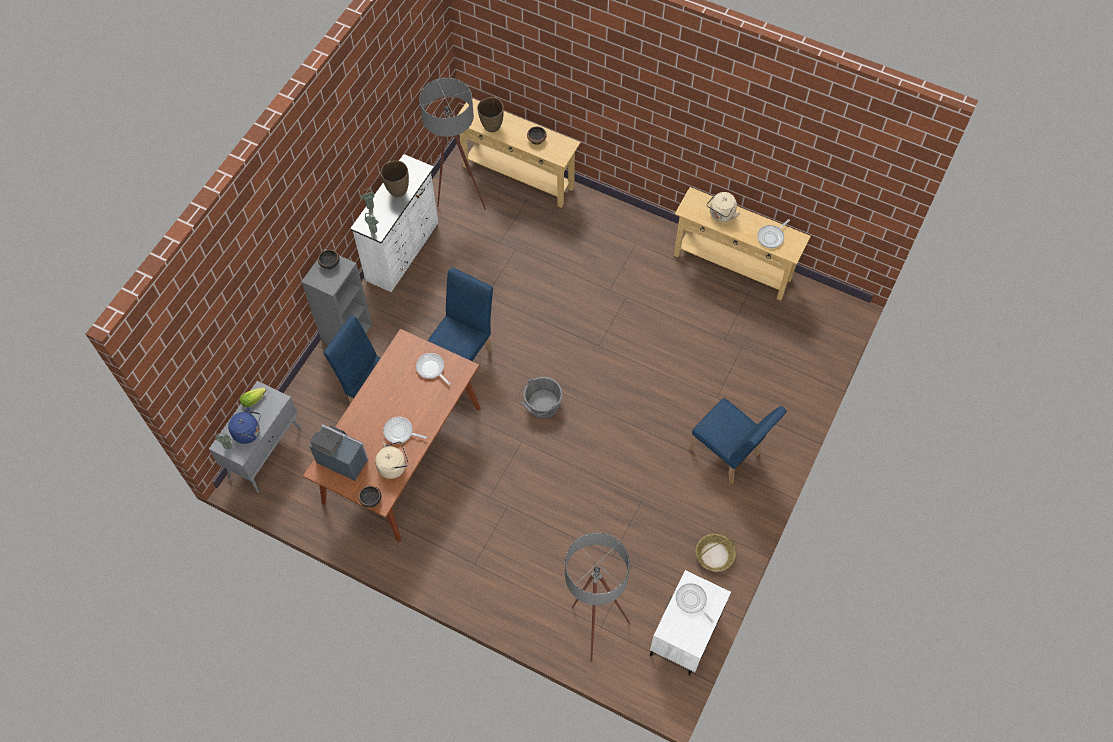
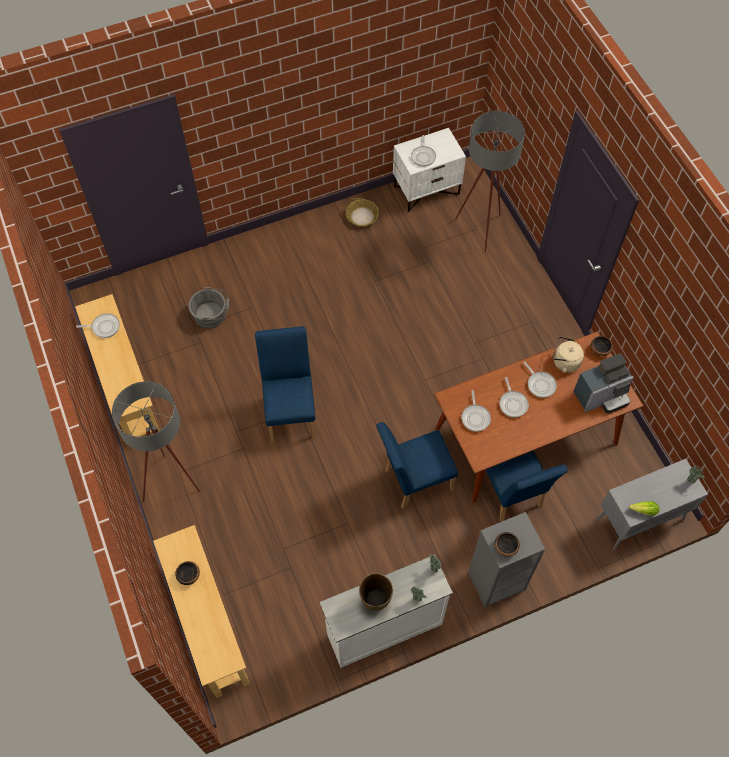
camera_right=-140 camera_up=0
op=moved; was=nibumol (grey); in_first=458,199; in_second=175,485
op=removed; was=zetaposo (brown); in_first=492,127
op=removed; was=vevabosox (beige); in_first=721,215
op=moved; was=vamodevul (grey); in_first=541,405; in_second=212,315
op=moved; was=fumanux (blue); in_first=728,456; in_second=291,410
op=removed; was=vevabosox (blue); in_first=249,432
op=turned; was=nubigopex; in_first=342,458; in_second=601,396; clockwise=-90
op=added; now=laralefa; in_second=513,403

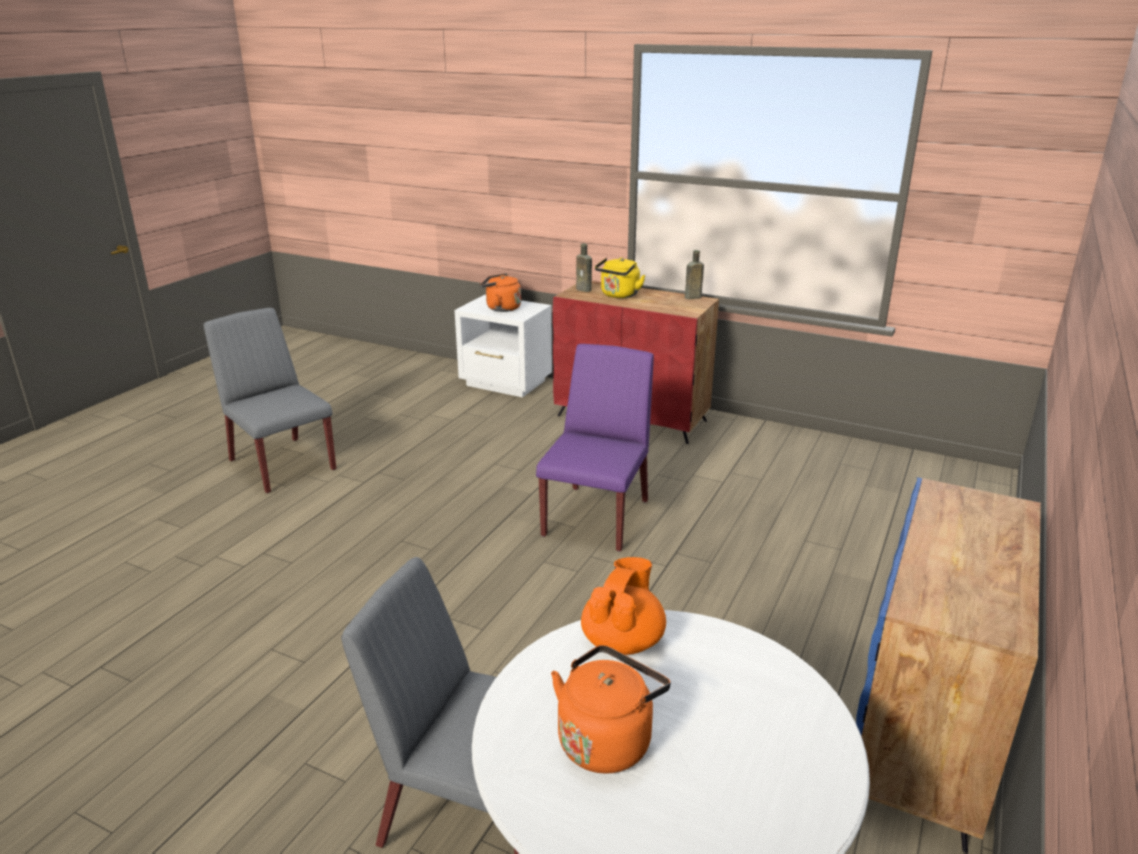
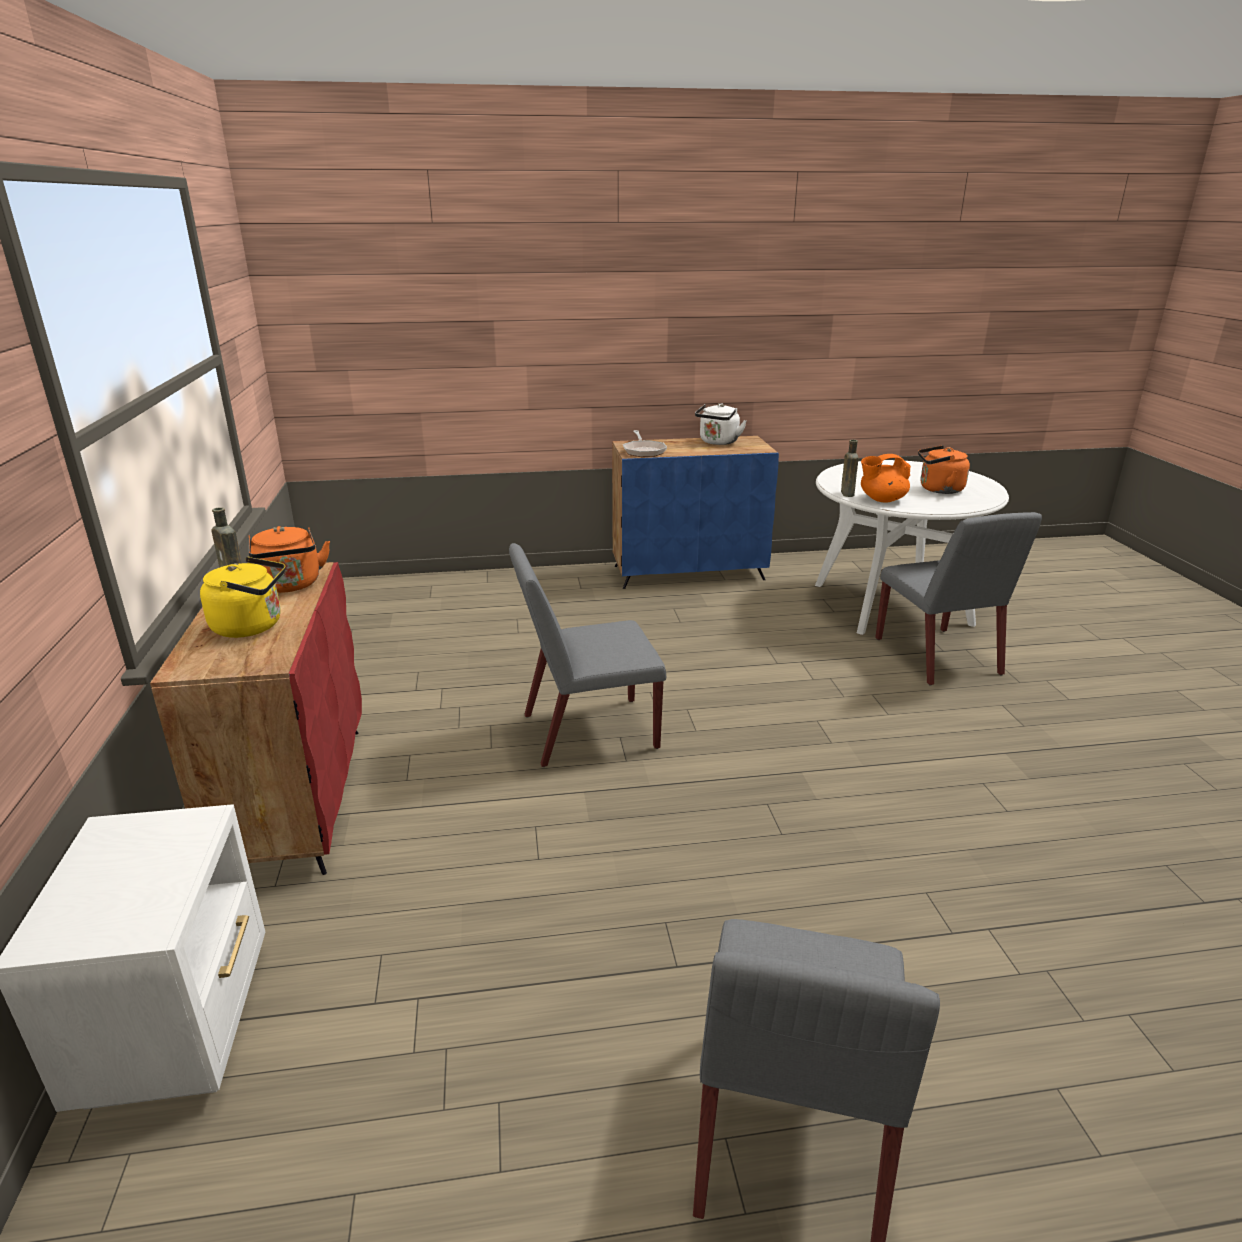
camera_right=-125 camera_up=0
op=moved; was=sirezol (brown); in_first=584,290; in_second=847,493
op=moved; was=vevabosox (orange); in_first=501,308; in_second=290,586
op=recoloured; was=fumanux (purple); now=fumanux (grey); in_first=596,517; in_second=588,732
op=added; now=vevabosox (white); in_second=718,442
op=added; now=laralefa; in_second=643,451

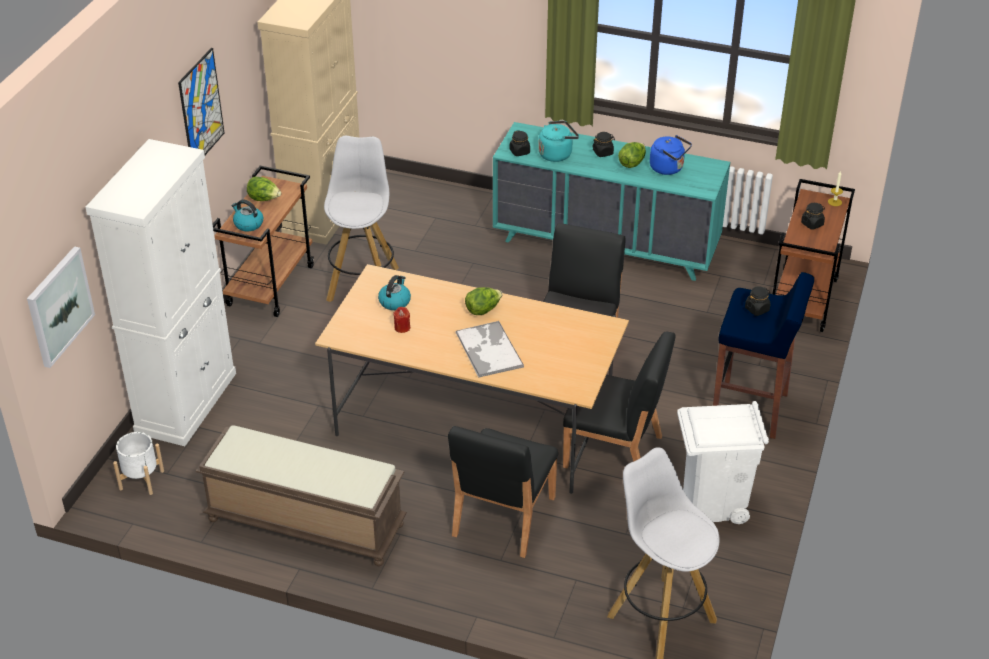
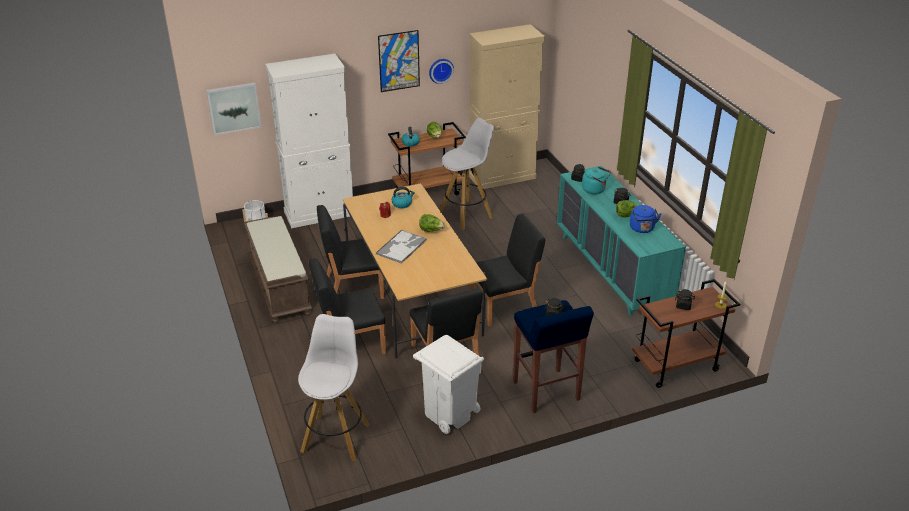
camera_right=50 camera_up=-5
op=added; now=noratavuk; in_second=440,70
op=added; now=fumanux (black); in_second=353,288

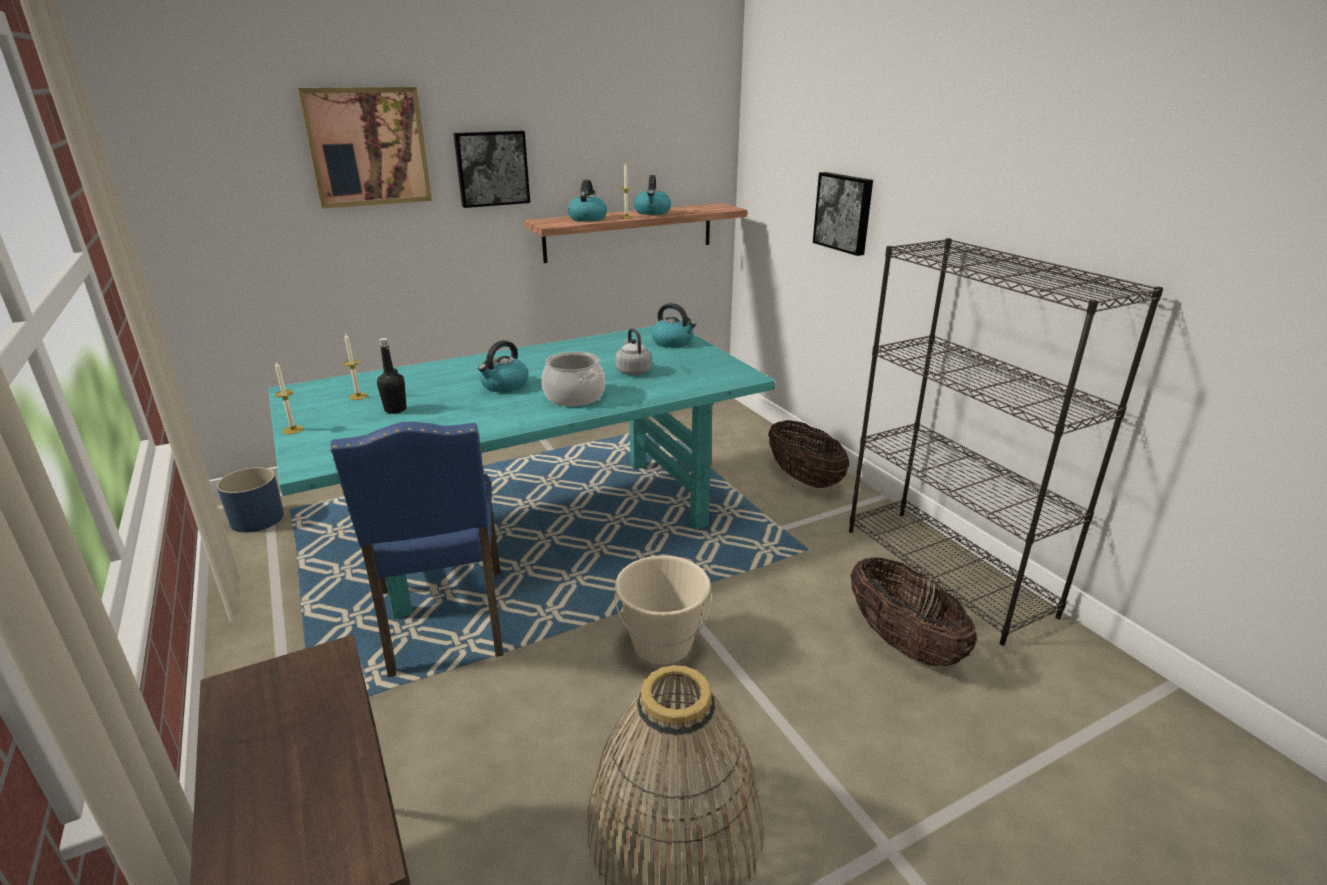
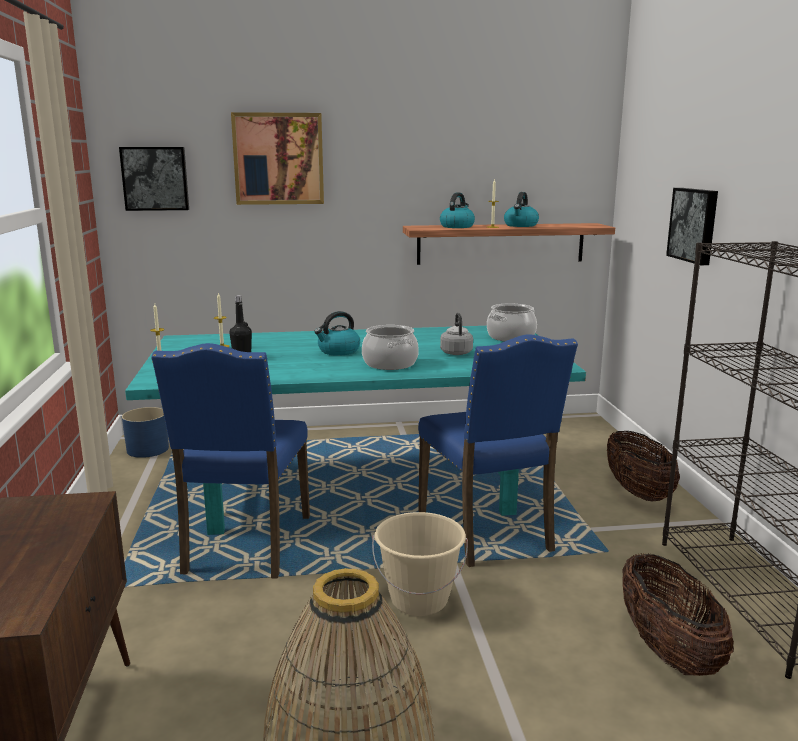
camera_right=20 camera_up=-10
op=moved; was=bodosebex; in_first=492,168; in_second=155,178
op=replaced; was=vevabosox; now=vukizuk; in_first=673,342; in_second=510,337
op=added; now=fumanux (blue); in_second=488,531

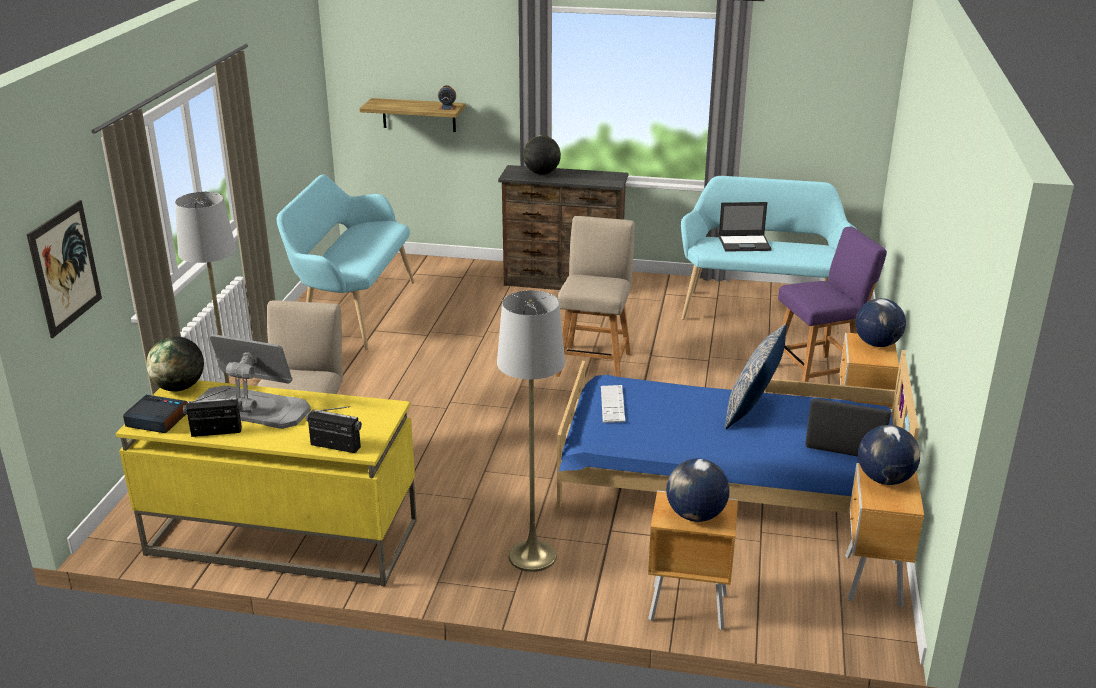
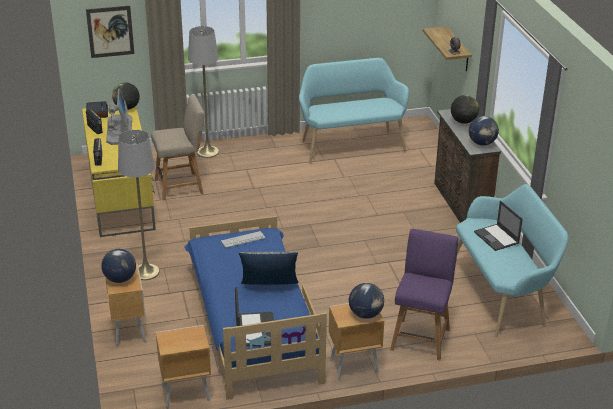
camera_right=65 camera_up=5
op=removed; was=fumanux (beige); in_first=594,362
op=turned; was=fumanux (purple); in_first=818,375; in_second=421,337; clockwise=-120
op=moved; was=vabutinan; in_first=885,479; in_second=482,143

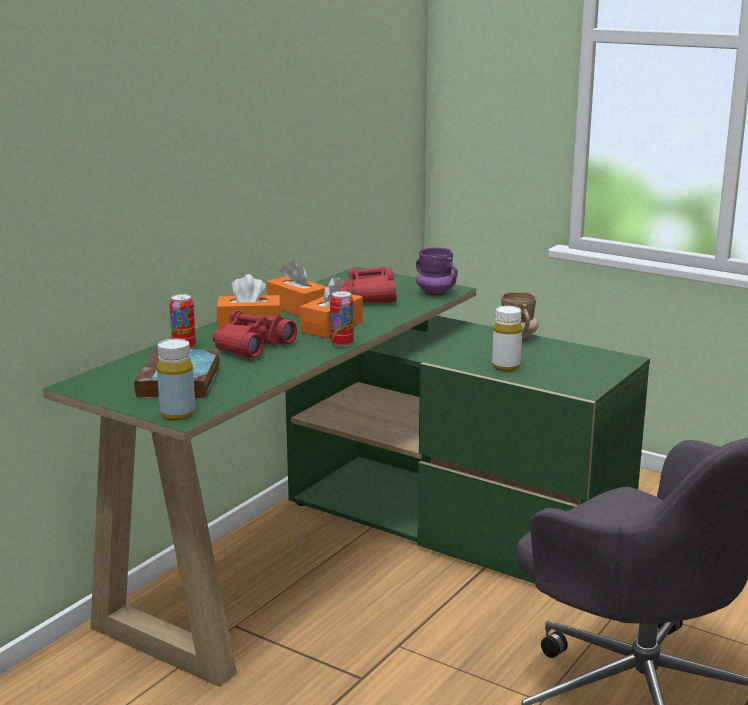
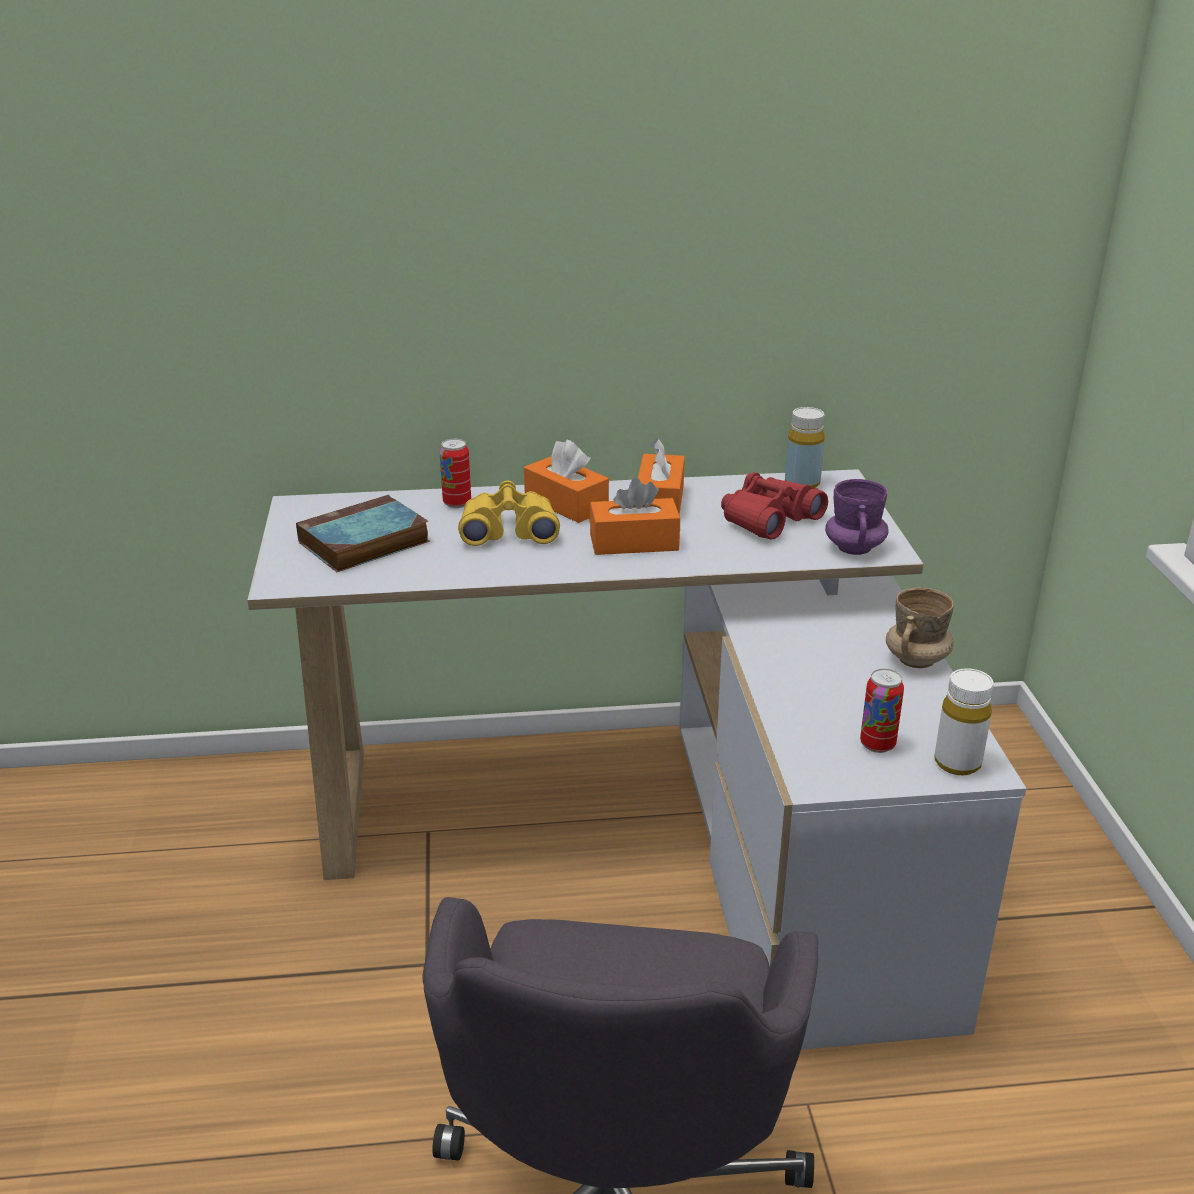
camera_right=50 camera_up=10
op=recoloured; was=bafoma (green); now=bafoma (white); in_first=360,553; in_second=649,833
op=moved; was=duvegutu; in_first=342,344; in_second=877,744
op=moved; was=sirezol (white); in_first=506,367; in_second=957,763
op=recoloured; was=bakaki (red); now=bakaki (yellow); in_first=251,346; in_second=509,531
op=moved; was=sirezol (yellow); in_first=178,414; in_second=802,483

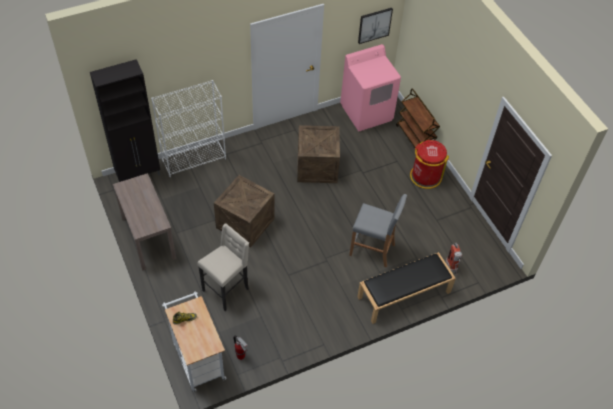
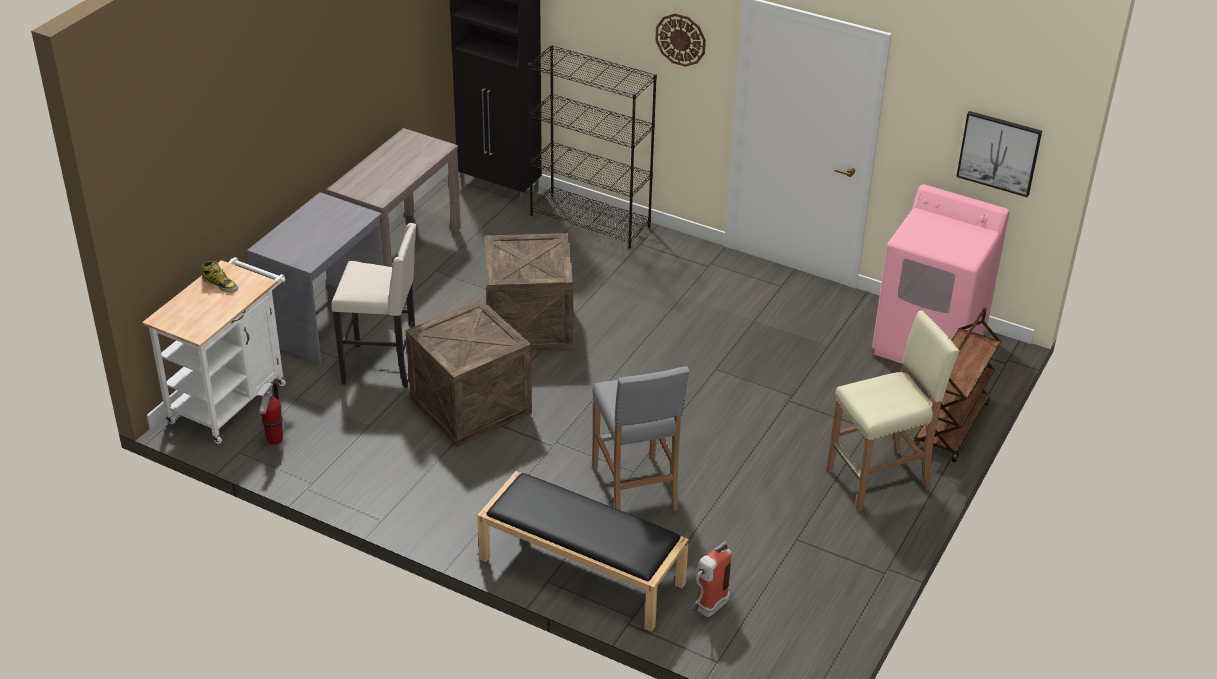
camera_right=55 camera_up=-15
op=recoloured; was=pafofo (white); now=pafofo (black); in_first=194,159; in_second=591,221
op=moved; was=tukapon; in_first=316,166; in_second=471,404
op=replaced; was=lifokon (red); now=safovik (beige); in_first=425,176; in_second=880,479
op=added; now=noratavuk; in_second=680,39
op=added; now=bafoma (grey); in_second=325,322

